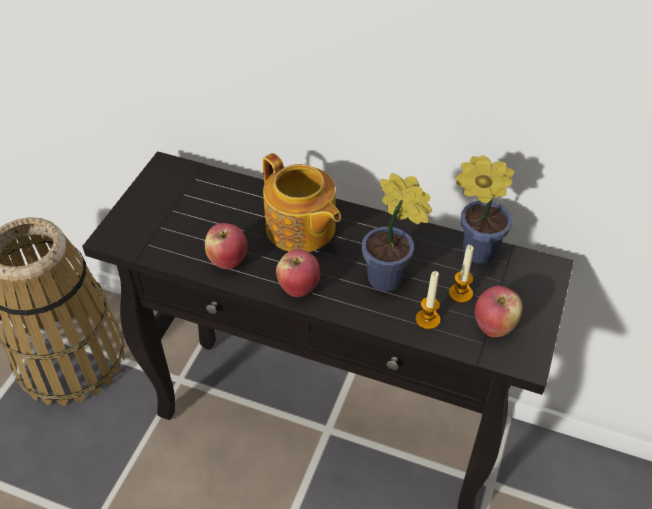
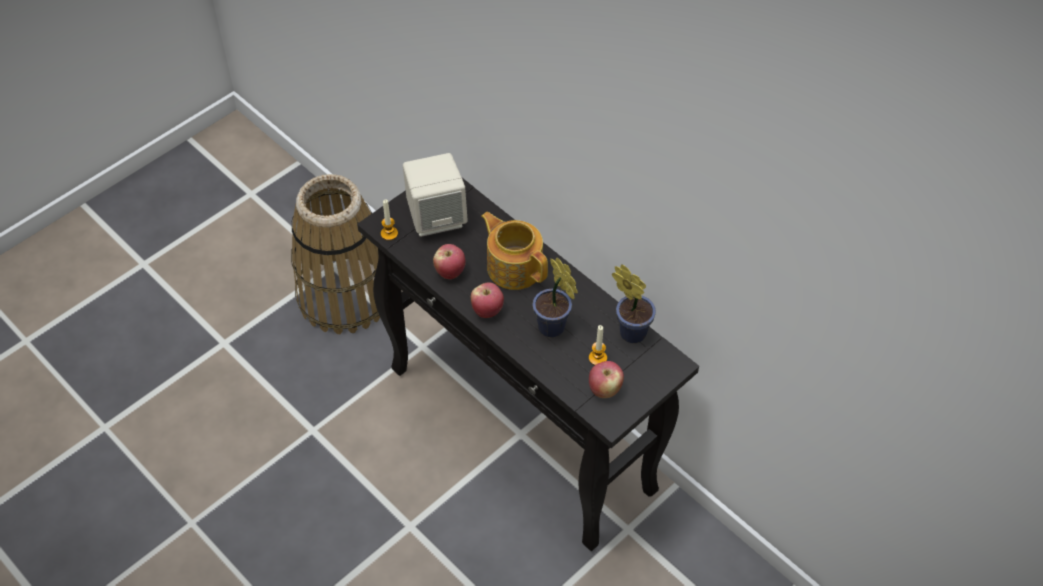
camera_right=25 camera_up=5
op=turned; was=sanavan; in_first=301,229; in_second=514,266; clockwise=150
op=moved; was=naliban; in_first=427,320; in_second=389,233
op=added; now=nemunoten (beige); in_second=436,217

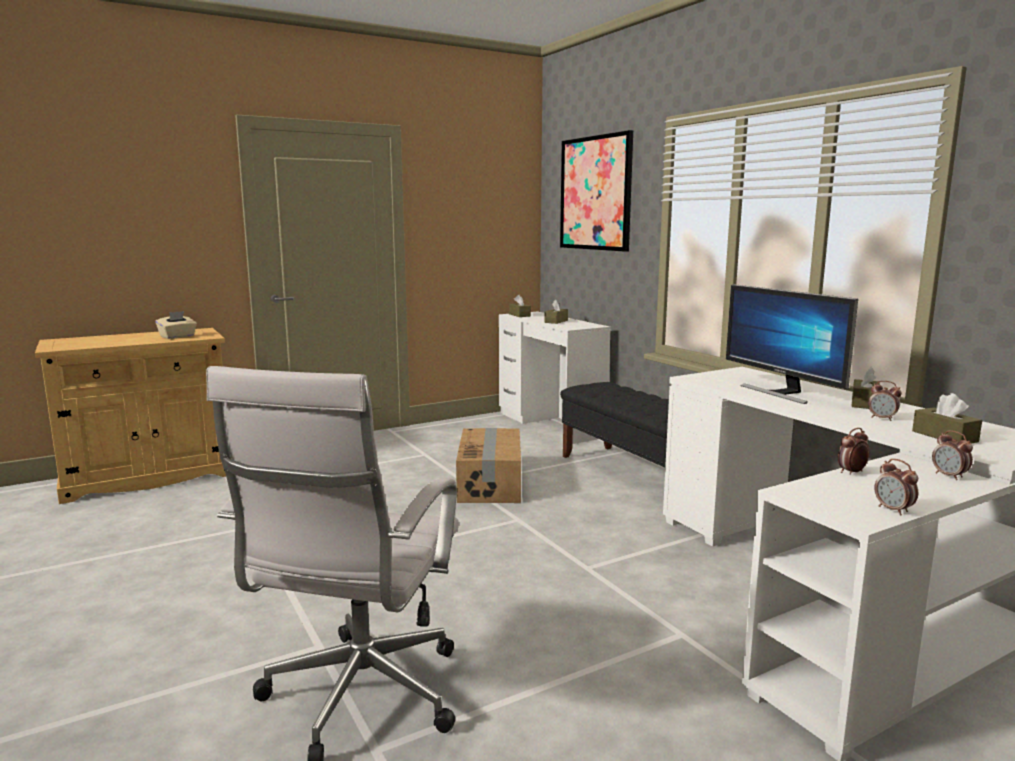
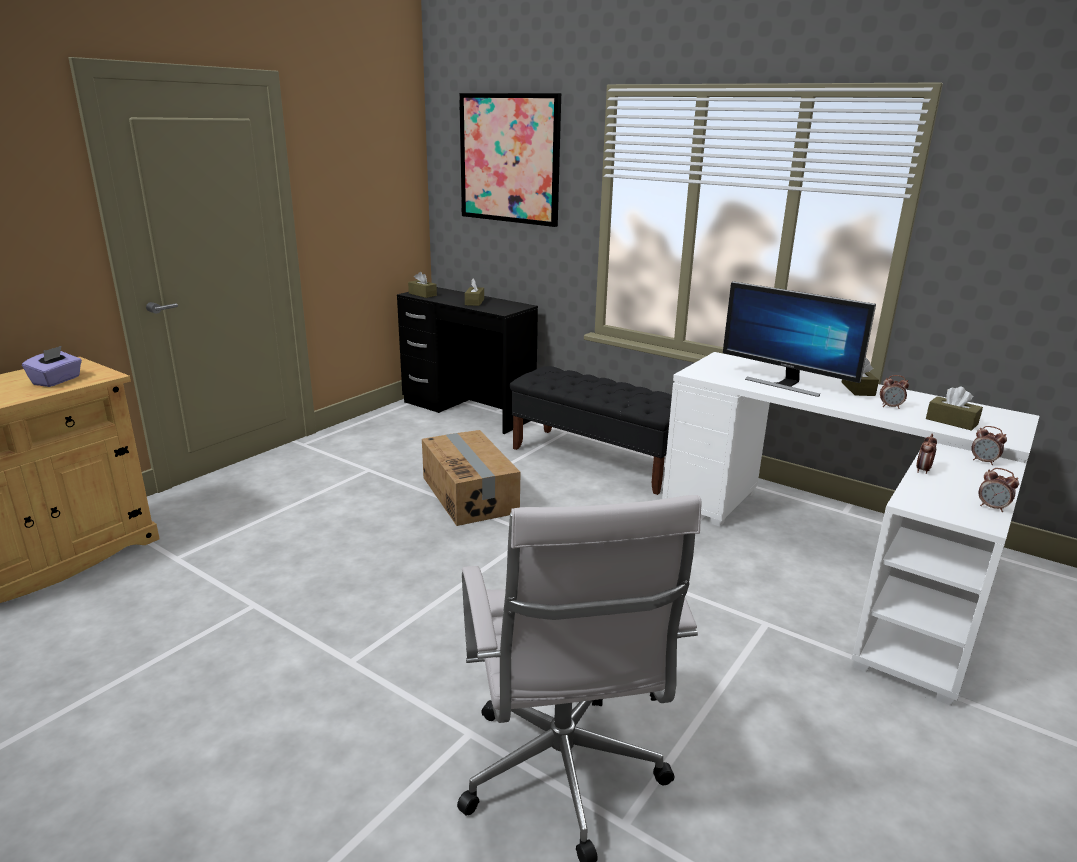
camera_right=-25 camera_up=10
op=recoloured; was=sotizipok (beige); now=sotizipok (purple); in_first=178,336; in_second=57,381
op=recoloured; was=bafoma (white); now=bafoma (black); in_first=550,424; in_second=468,410

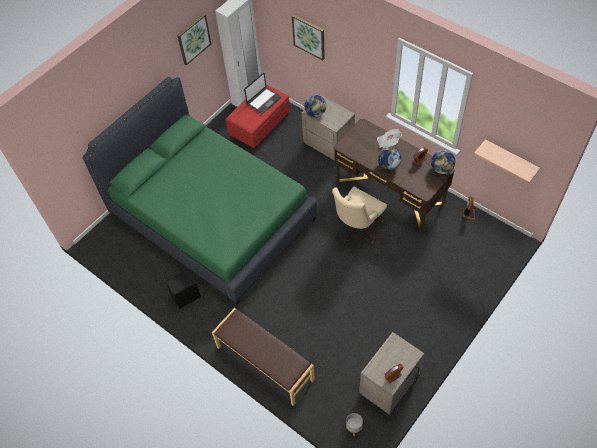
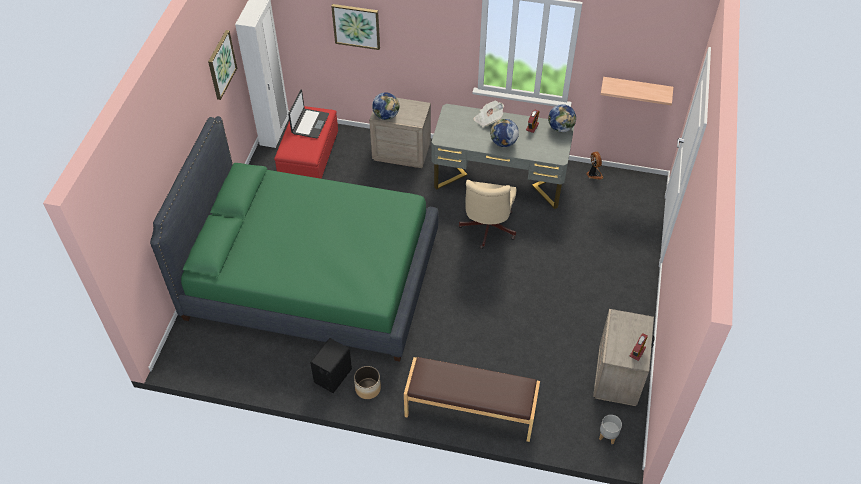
camera_right=-30 camera_up=-5
op=recoloured; was=bafoma (brown); now=bafoma (grey); in_first=389,192; in_second=499,180
op=added; now=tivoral; in_second=367,388

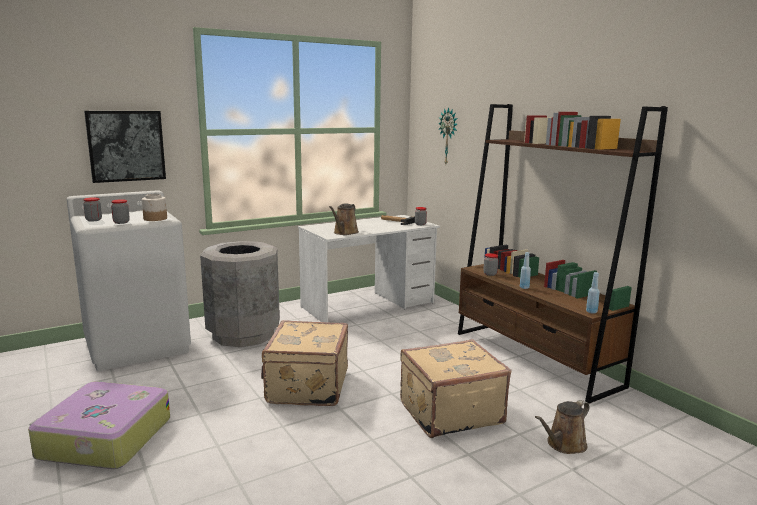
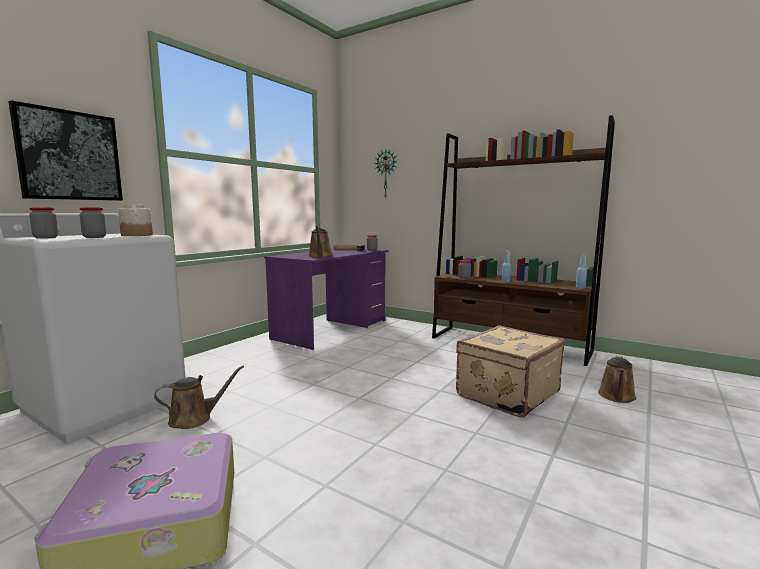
camera_right=-25 camera_up=-5
op=recoloured; was=bafoma (white); now=bafoma (purple); in_first=368,305; in_second=332,329
op=removed; was=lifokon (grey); in_first=244,334
op=removed; was=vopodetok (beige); in_first=306,386
op=added; now=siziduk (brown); in_second=194,419

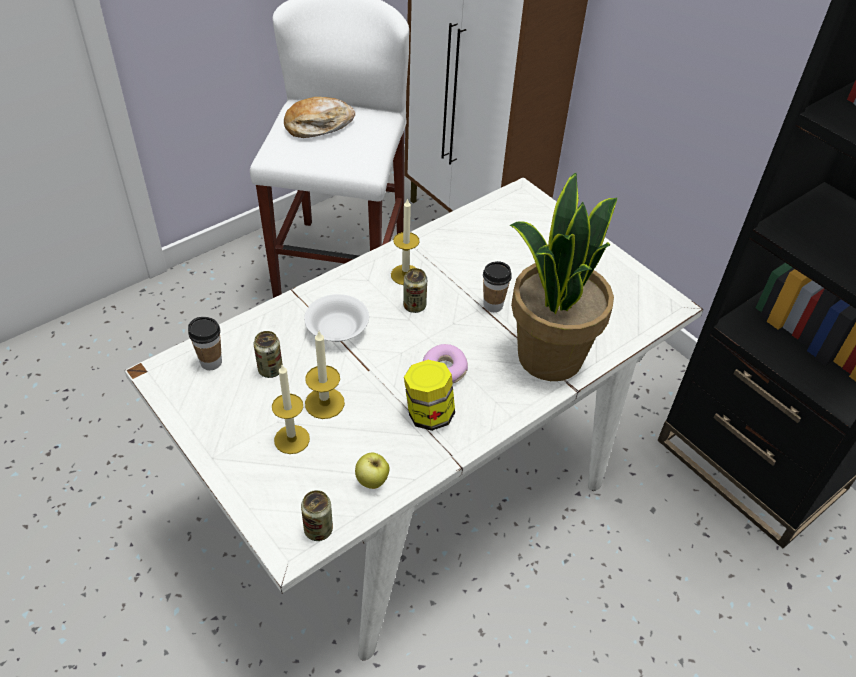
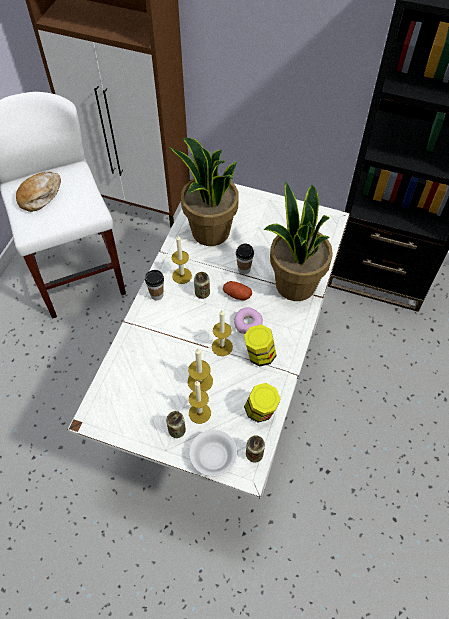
camera_right=-30 camera_up=10
op=moved; was=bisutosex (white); in_first=338,329; in_second=214,456
op=moved; was=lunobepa; in_first=211,362; in_second=157,295
op=moved; was=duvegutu; in_first=270,370; in_second=177,430
op=replaced; was=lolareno; now=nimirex; in_first=372,482; in_second=260,411
op=added; now=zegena; in_second=210,232
op=added; now=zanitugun; in_second=237,294
op=added; now=naliban; in_second=222,347

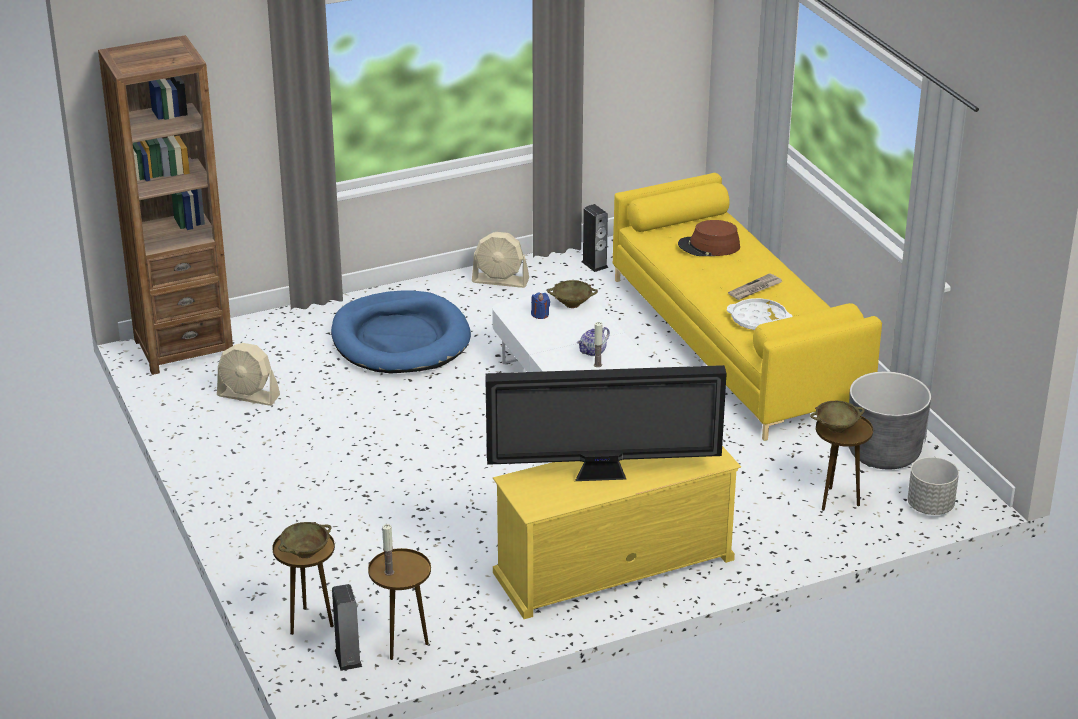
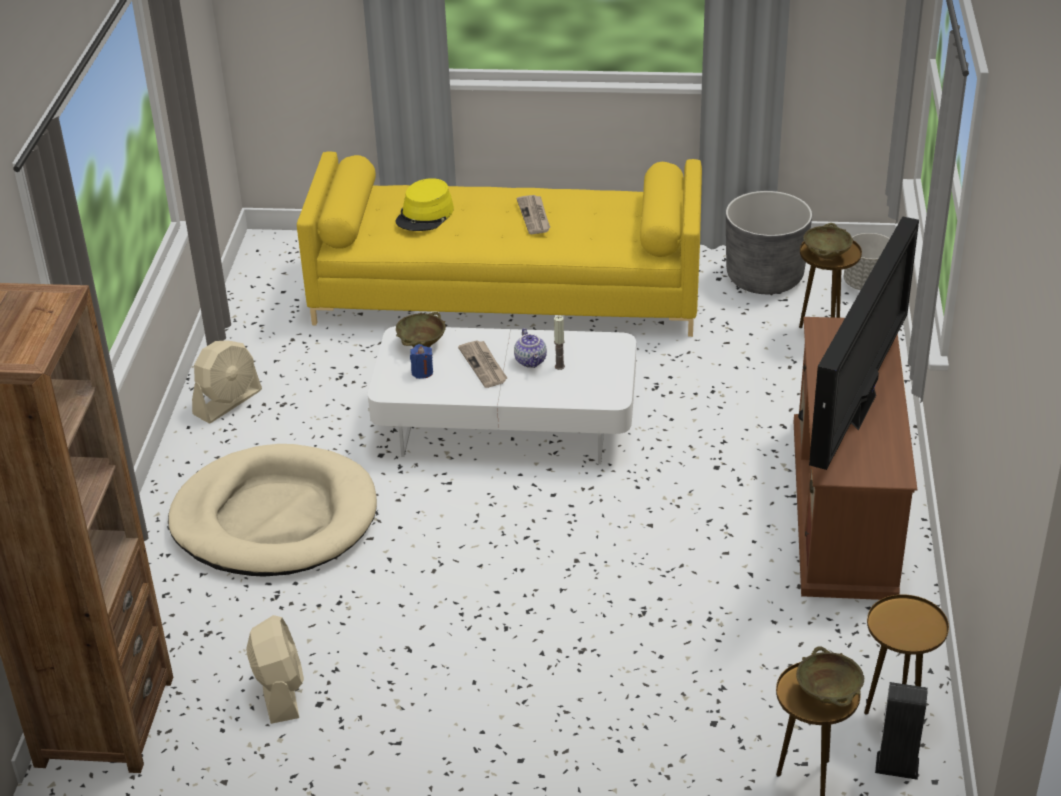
camera_right=-60 camera_up=5
op=removed; was=nemunoten; in_first=594,264
op=recoloured; was=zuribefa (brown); now=zuribefa (yellow); in_first=709,246; in_second=425,215
op=recoloured; was=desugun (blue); now=desugun (beige); in_first=400,339; in_second=275,518
op=removed; was=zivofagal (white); in_first=758,319
op=turned; was=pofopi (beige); in_first=248,396; in_second=280,690; clockwise=-60
op=recoloured; was=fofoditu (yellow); now=fofoditu (brown); in_first=613,568; in_second=844,507
op=removed; was=naliban; in_first=389,572
op=added; now=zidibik; in_second=484,365

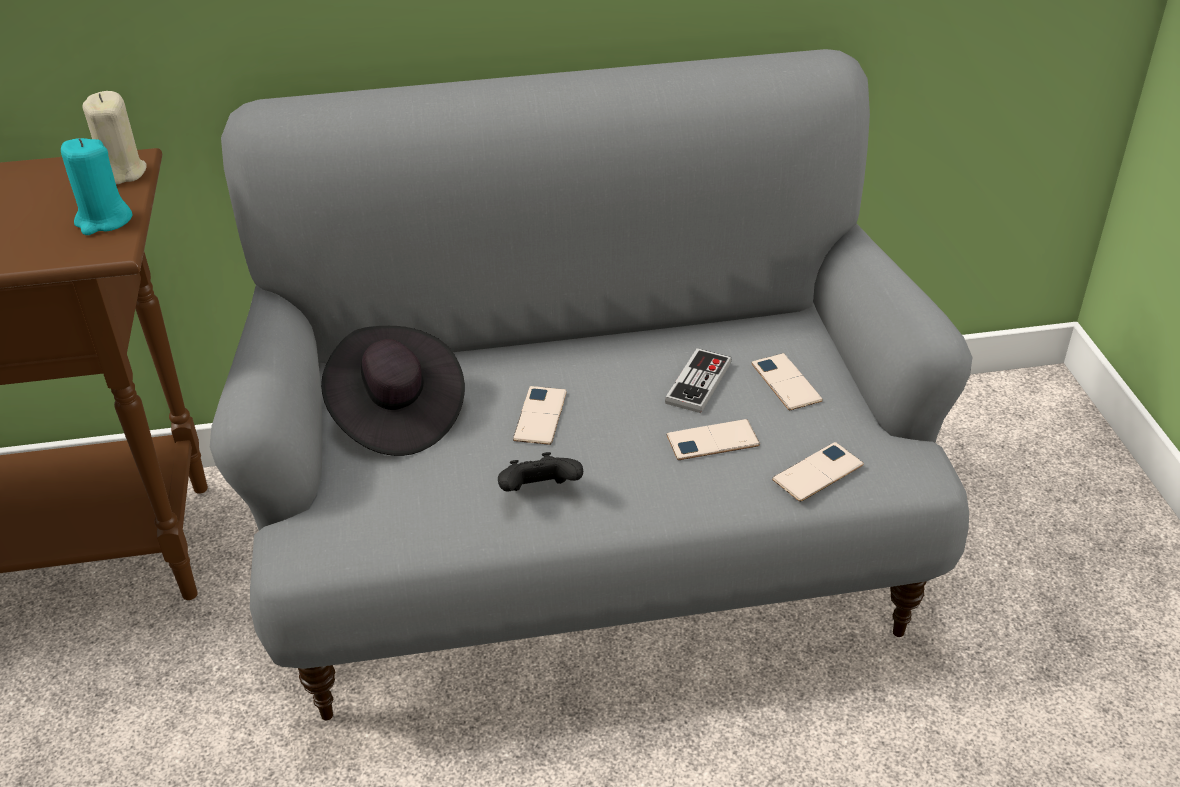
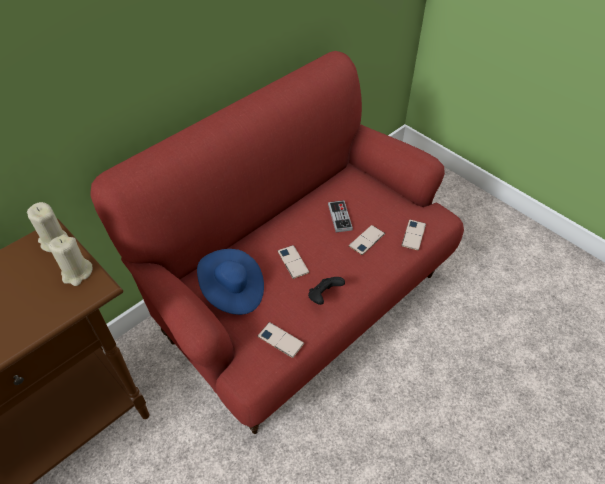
camera_right=-35 camera_up=10
op=recoloured; was=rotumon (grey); now=rotumon (red); in_first=592,557; in_second=302,304
op=recoloured; was=naliban (turquoise); now=naliban (beige); in_first=103,220; in_second=77,273
op=recoloured; was=zuribefa (black); now=zuribefa (blue); in_first=396,415; in_second=233,291
op=moved; was=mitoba; in_first=786,382; in_second=280,340

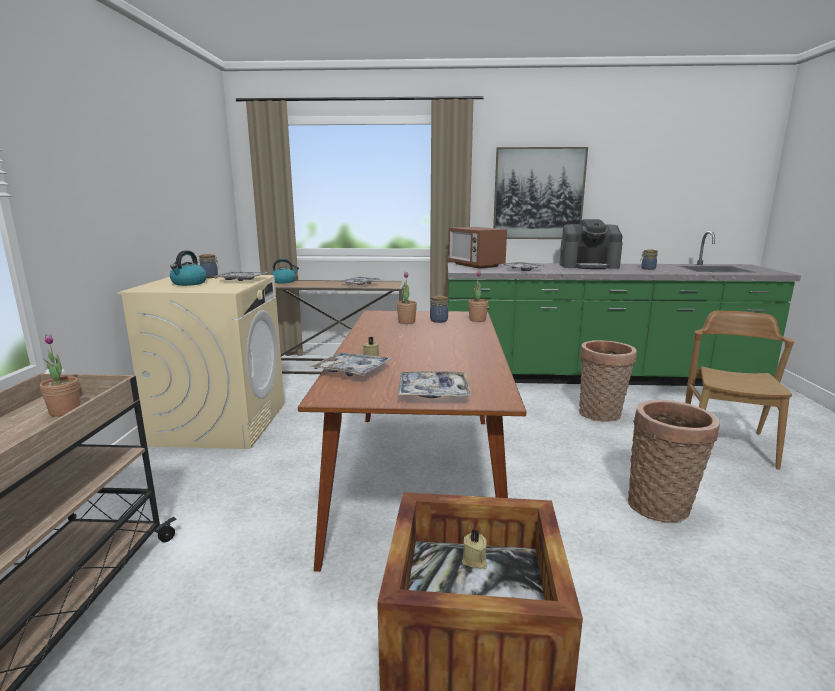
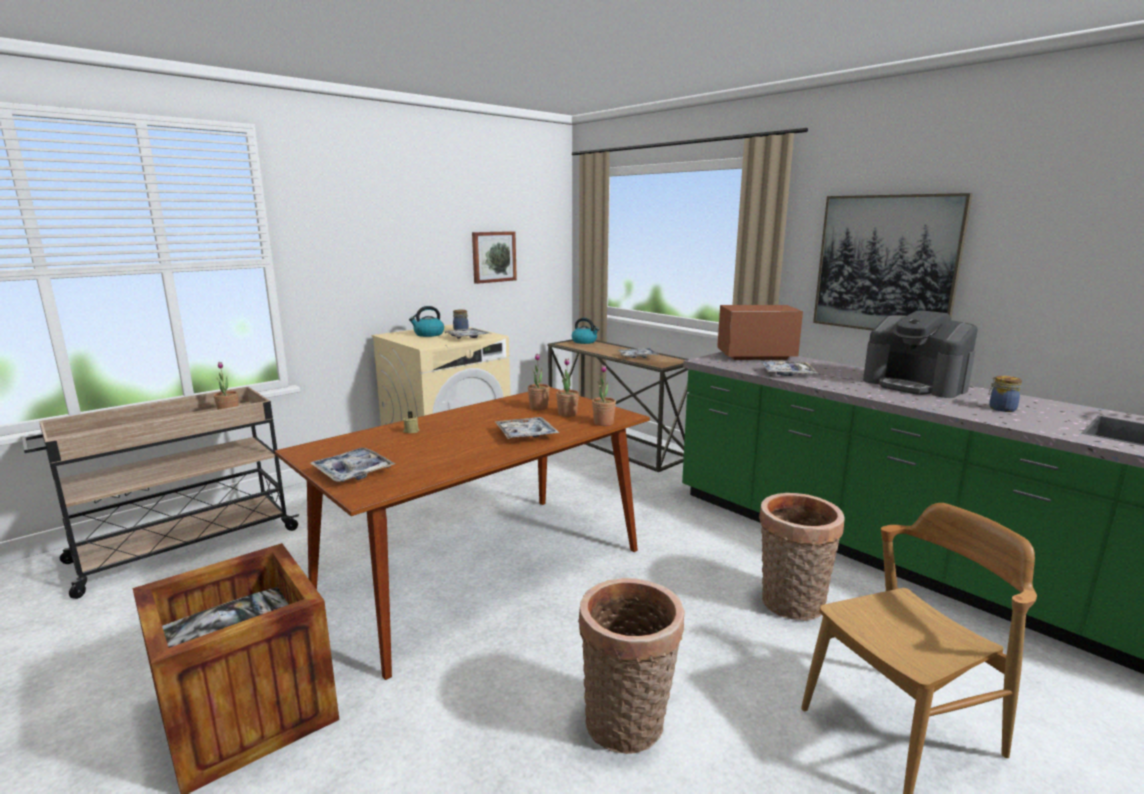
camera_right=45 camera_up=0
op=turned; was=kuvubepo; in_first=475,265; in_second=756,356; clockwise=75
op=replaced; was=nimirex; now=zegena; in_first=439,321; in_second=567,414
op=moved; was=zivofagal; in_first=352,371; in_second=526,434
op=removed; was=naliban (beige); in_first=474,561
op=added; now=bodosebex; in_second=493,256

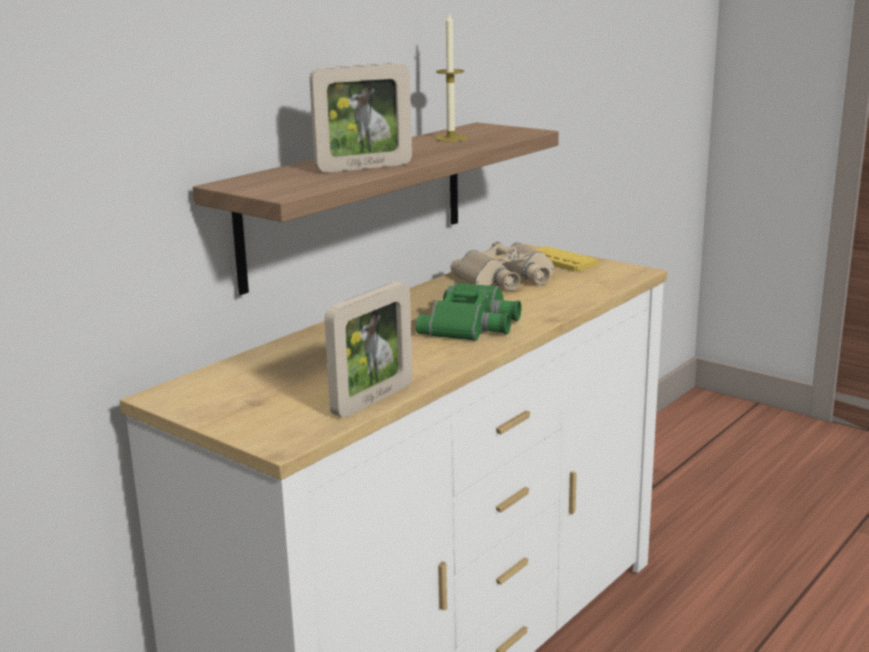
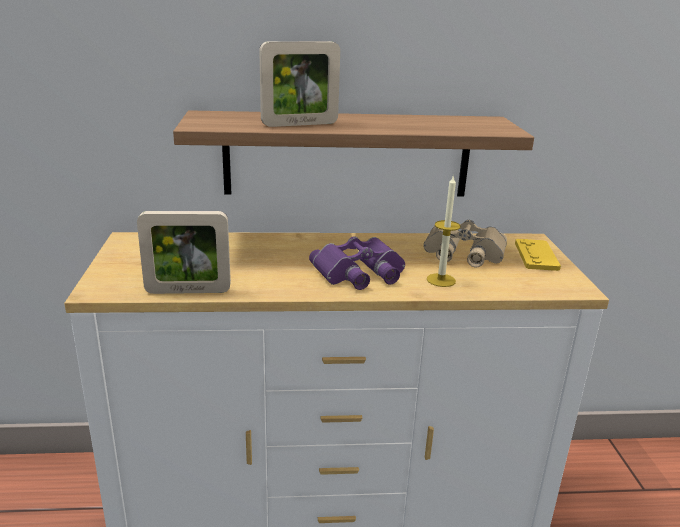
camera_right=45 camera_up=5
op=moved; was=naliban; in_first=451,138; in_second=441,280
op=turned; was=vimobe; in_first=364,167; in_second=300,124; clockwise=-45
op=recoloured; was=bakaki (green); now=bakaki (purple); in_first=473,324; in_second=360,273

